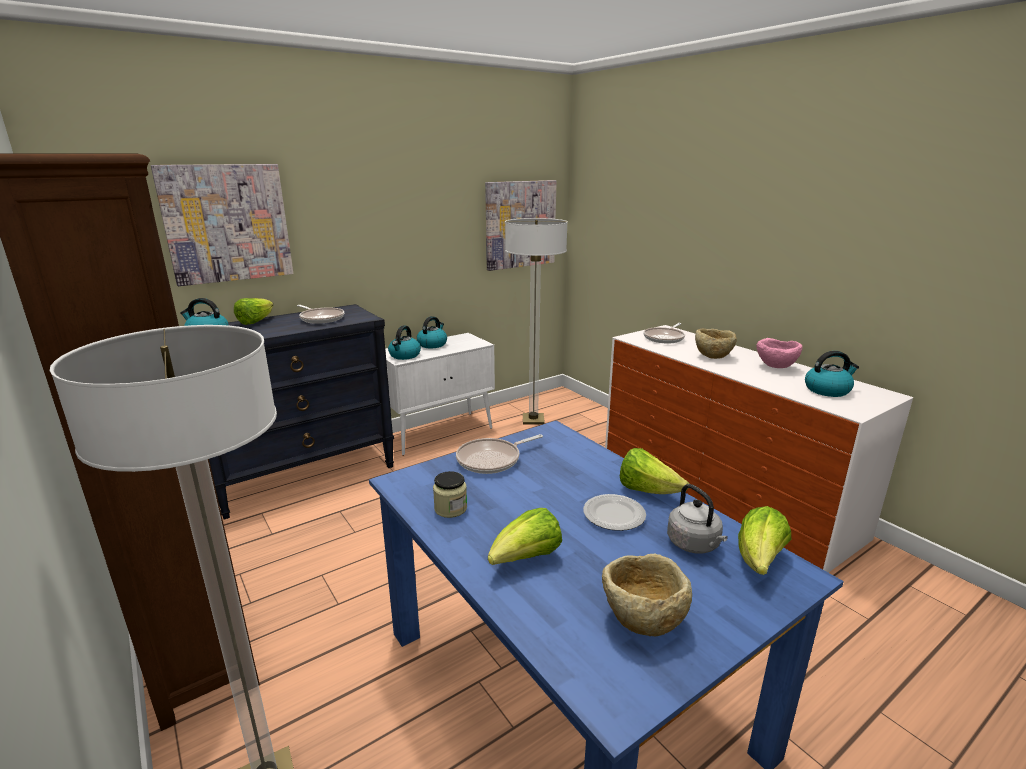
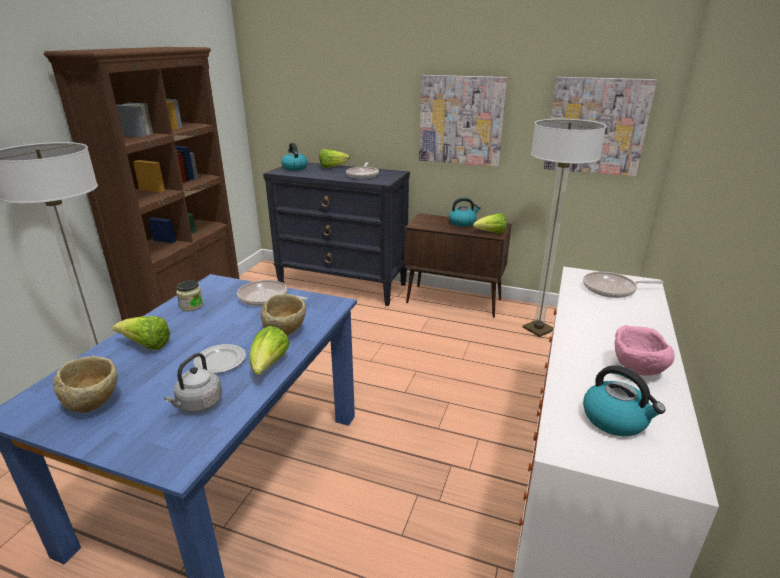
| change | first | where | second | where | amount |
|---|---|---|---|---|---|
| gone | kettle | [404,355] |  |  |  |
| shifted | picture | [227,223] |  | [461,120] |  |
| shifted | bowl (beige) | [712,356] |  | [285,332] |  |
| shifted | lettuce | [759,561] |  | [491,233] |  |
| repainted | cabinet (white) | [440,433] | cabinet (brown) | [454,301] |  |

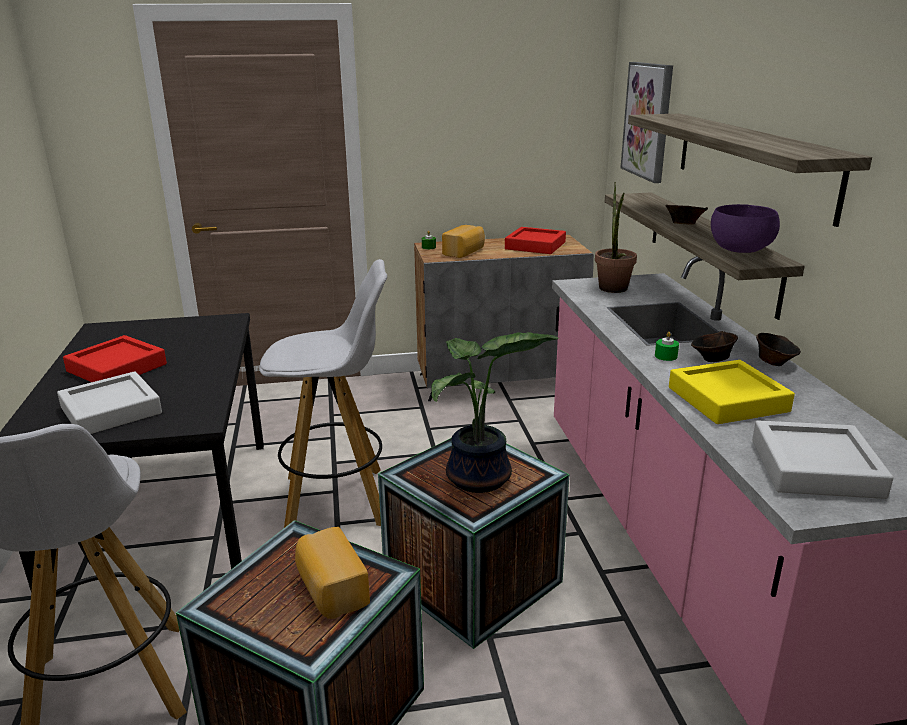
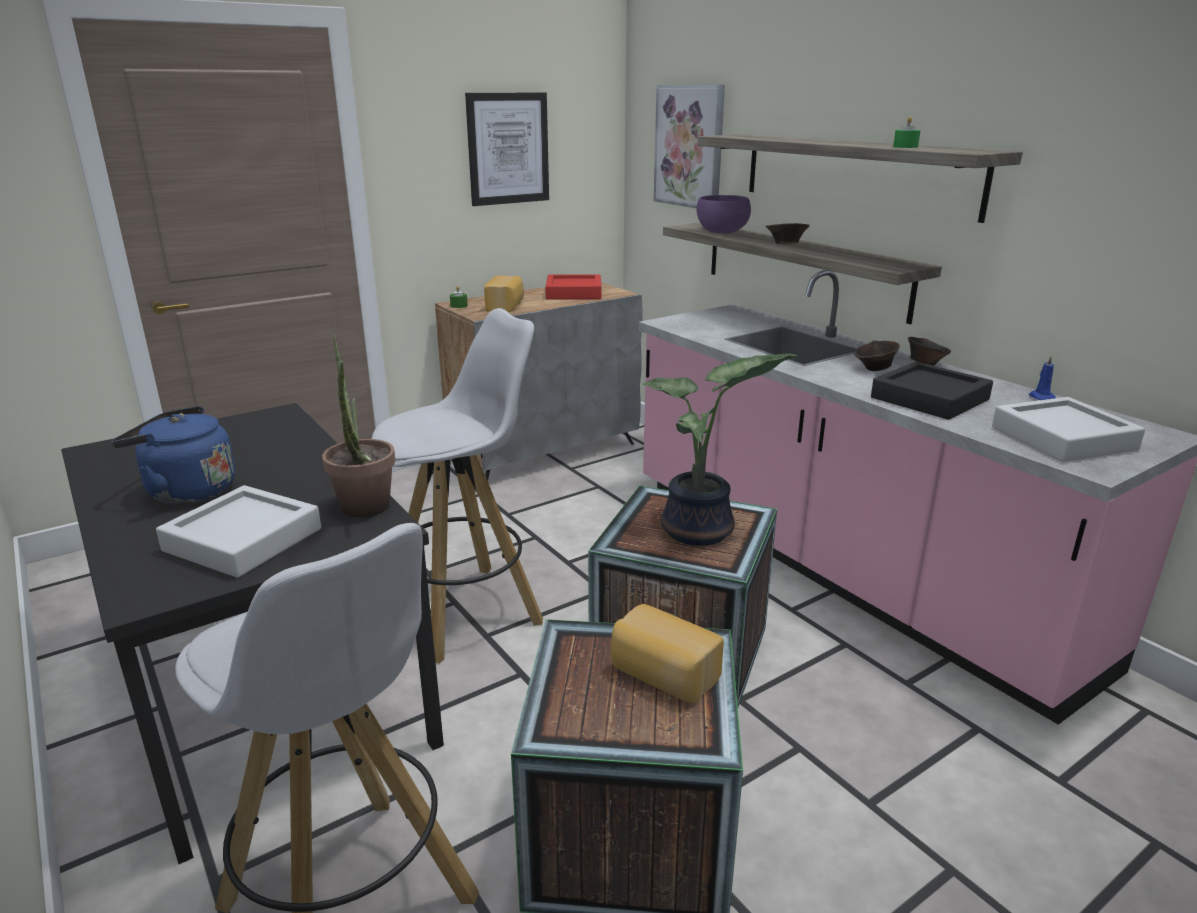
| change | first | where | second | where | amount |
|---|---|---|---|---|---|
| new |  |  | picture | [508,149] |  |
| new |  |  | candle (blue) | [1040,397] |  |
| shifted | potted plant | [613,290] |  | [365,512] |  |
| shifted | candle (green) | [666,356] |  | [905,147] |  |
| shifted | bowl (purple) | [741,249] |  | [722,231] |  |
| swapped | tray (red) | [117,368] | kettle (blue) | [186,491] |  |
| repainted | tray (yellow) | [727,399] | tray (black) | [929,398] |  |

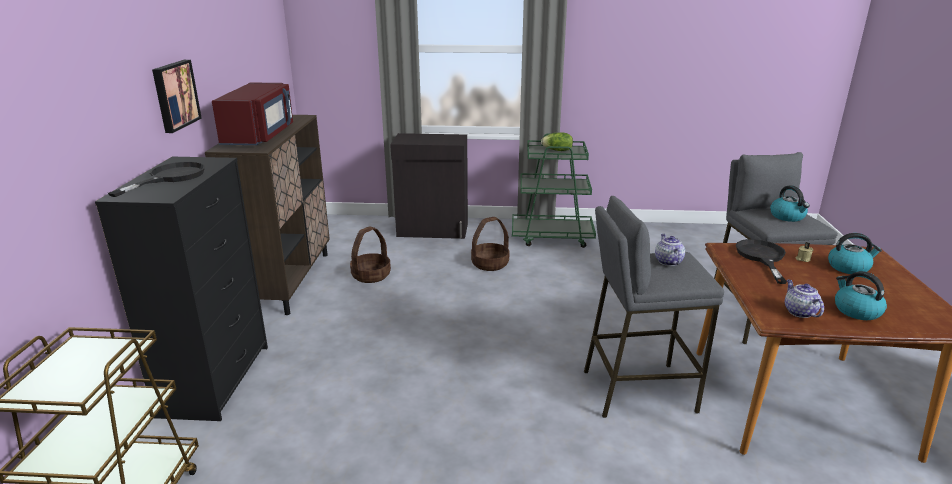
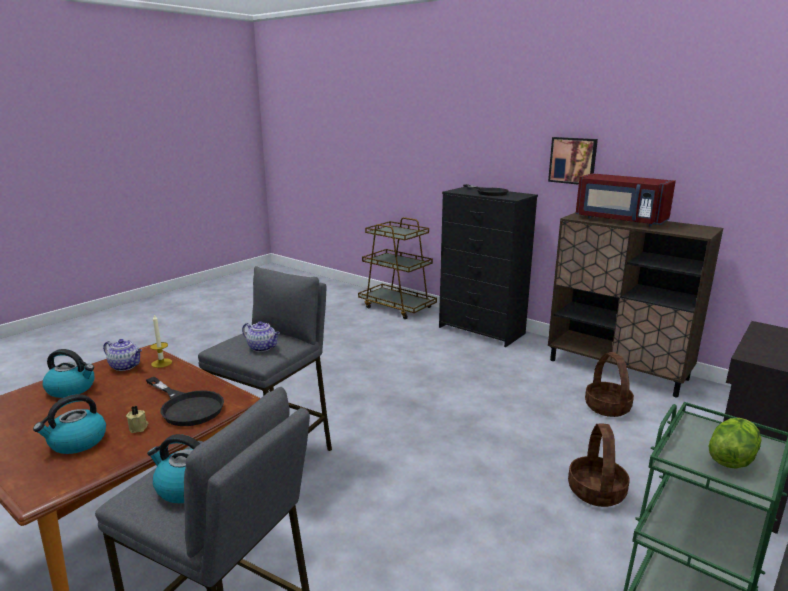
| change | first | where | second | where | amount |
|---|---|---|---|---|---|
| new |  |  | candle | [161,363] |  |

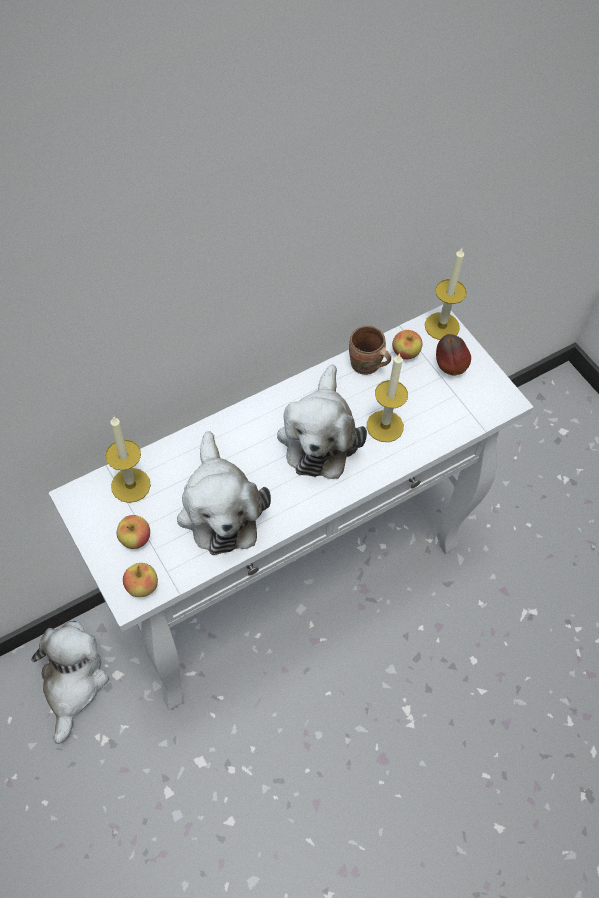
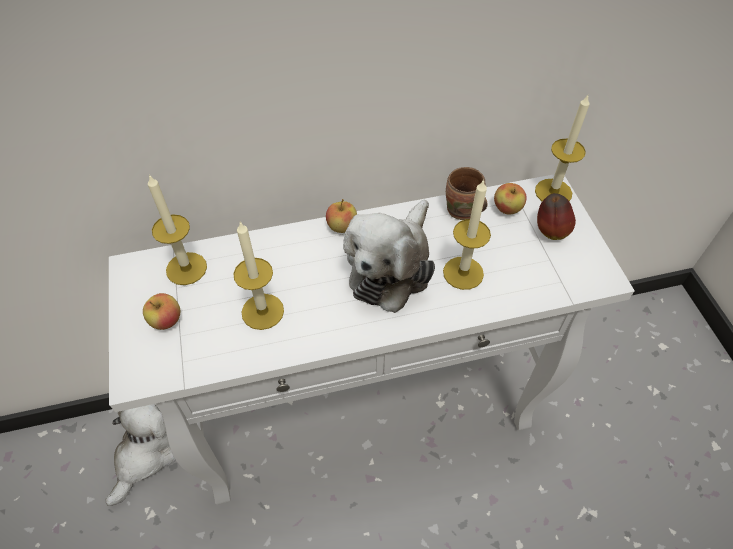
| change | first | where | second | where | amount |
|---|---|---|---|---|---|
| shifted | apple | [142,586] |  | [342,227] |  |
| swapped | plush toy | [220,507] | candle | [262,311] |  |

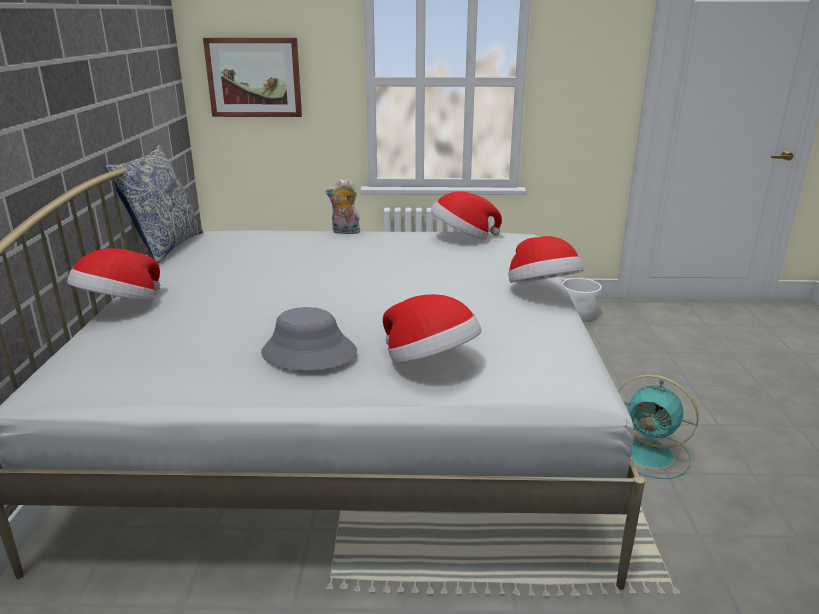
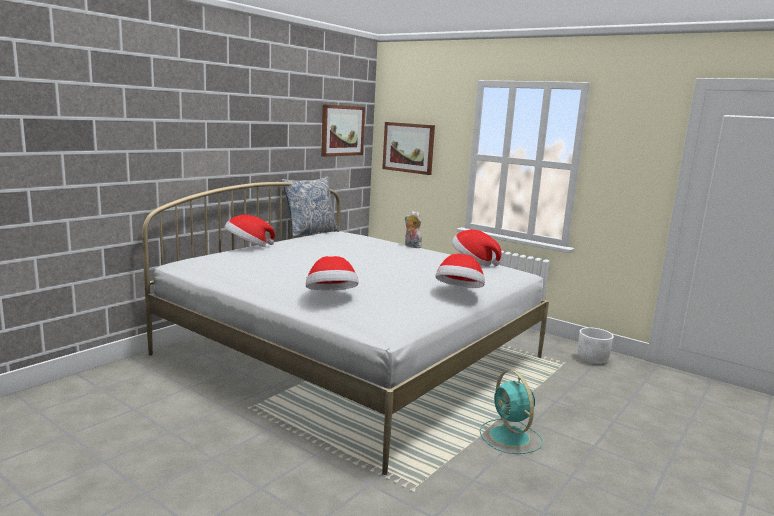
| change | first | where | second | where | amount |
|---|---|---|---|---|---|
| gone | hat (grey) | [308,353] |  |  |  |
| new |  |  | picture | [342,130] |  |

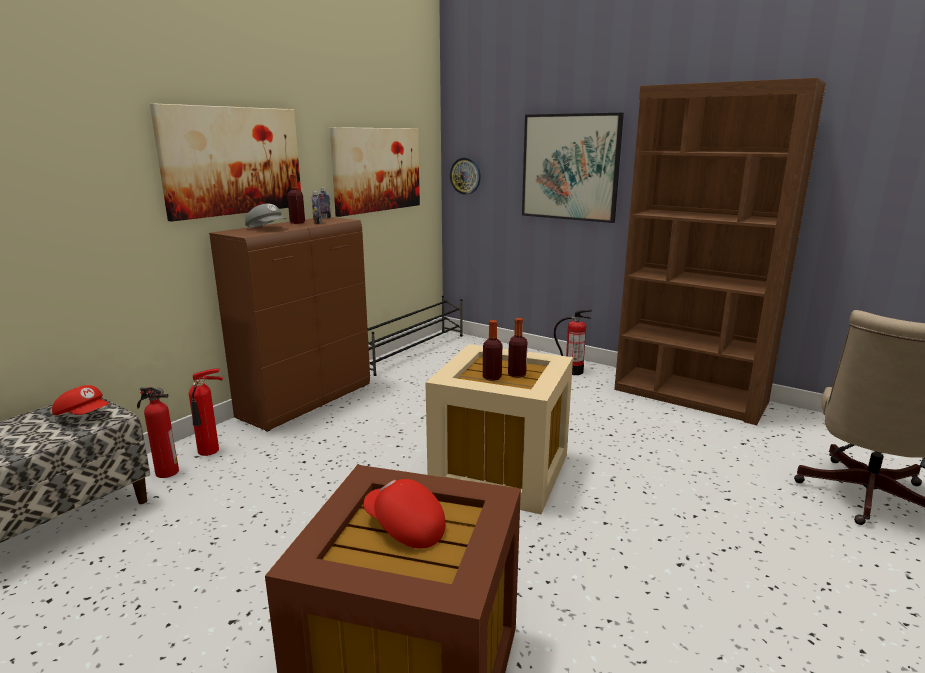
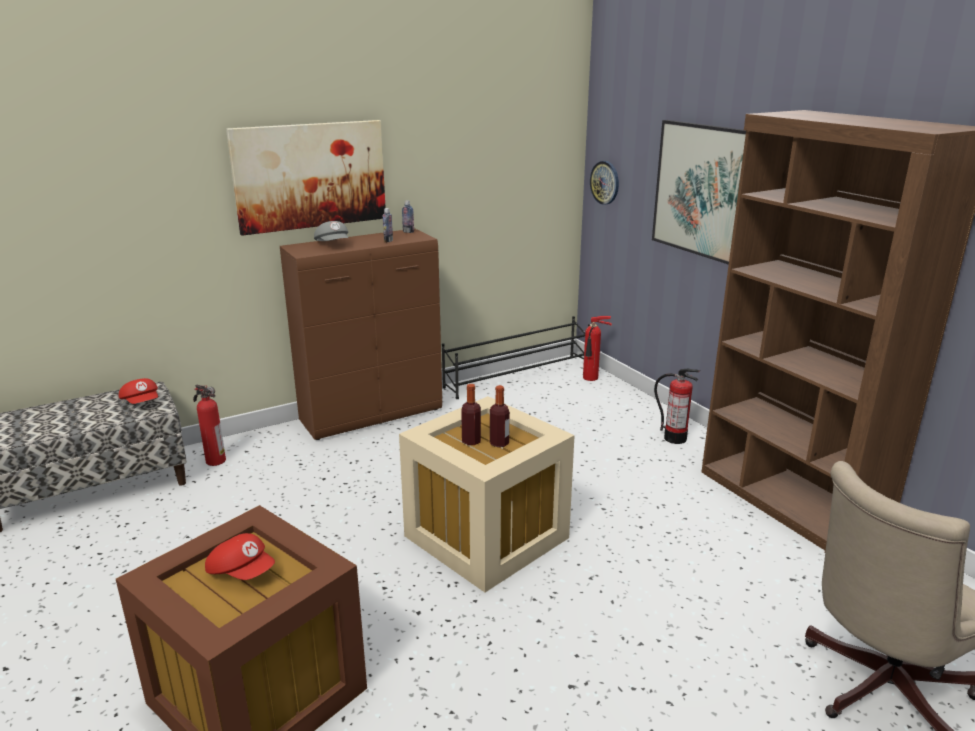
| change | first | where | second | where | amount |
|---|---|---|---|---|---|
| gone | bottle | [297,222] |  |  |  |
| gone | picture | [377,169] |  |  |  |
| shifted | fire extinguisher | [210,451] |  | [591,378] |  |
| rotated | cap (red) | [404,528] |  | [242,571] | 150 degrees clockwise |

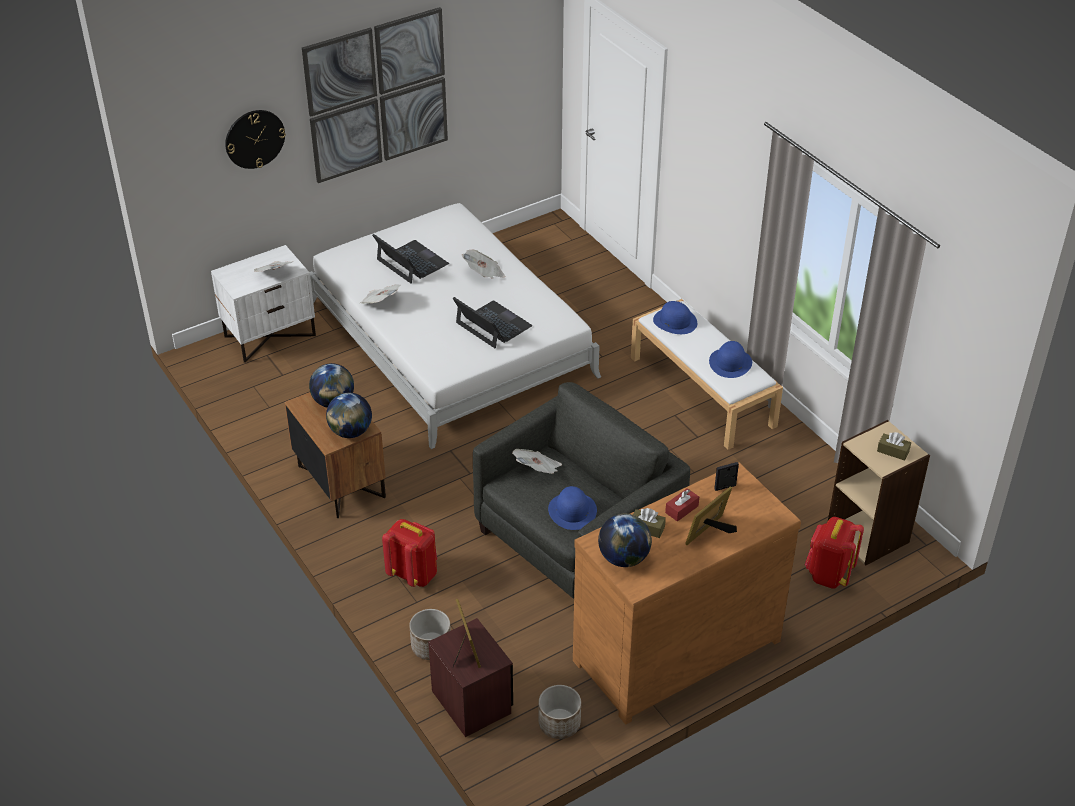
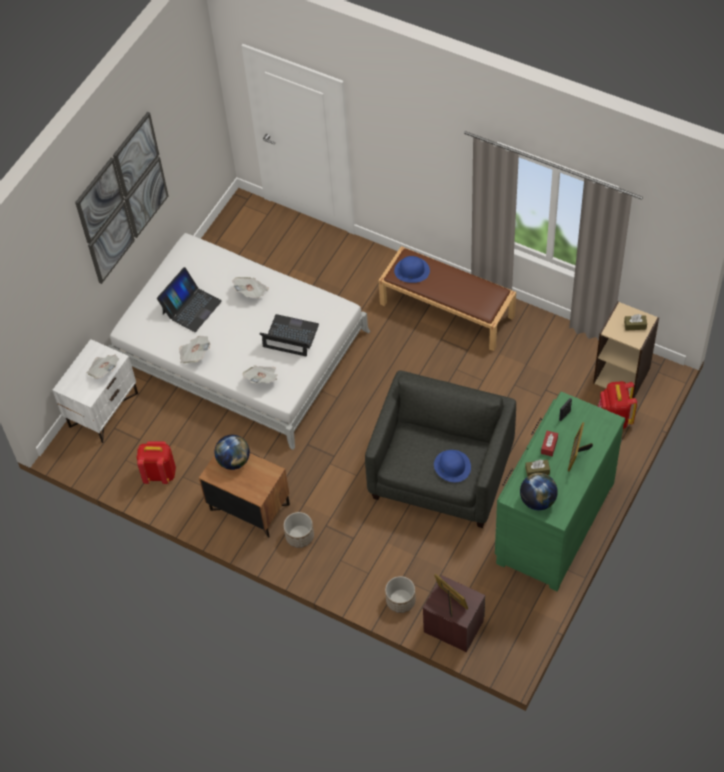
| change | first | where | second | where | amount |
|---|---|---|---|---|---|
| gone | wall clock | [254,139] |  |  |  |
| gone | globe | [350,432] |  |  |  |
| gone | hat (blue) | [730,363] |  |  |  |
| shifted | backpack (red) | [414,574] |  | [159,474] |  |
| shifted | newspaper | [538,470] |  | [262,379] |  |
| shifted | planter | [559,724] |  | [299,536] |  |
| repainted | dresser (brown) | [673,648] | dresser (green) | [552,522] |  |
| repainted | bench (white) | [703,392] | bench (brown) | [448,310] |  |
| rotated | laptop | [411,262] |  | [191,307] | 105 degrees clockwise |

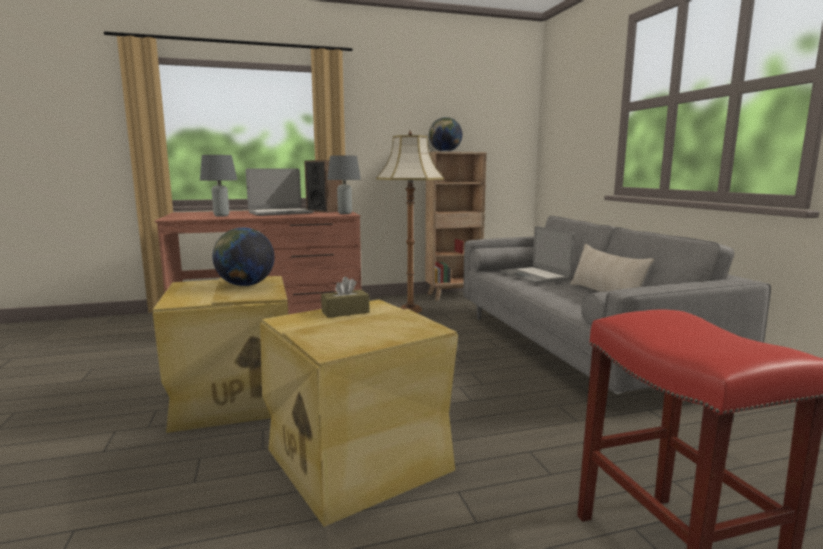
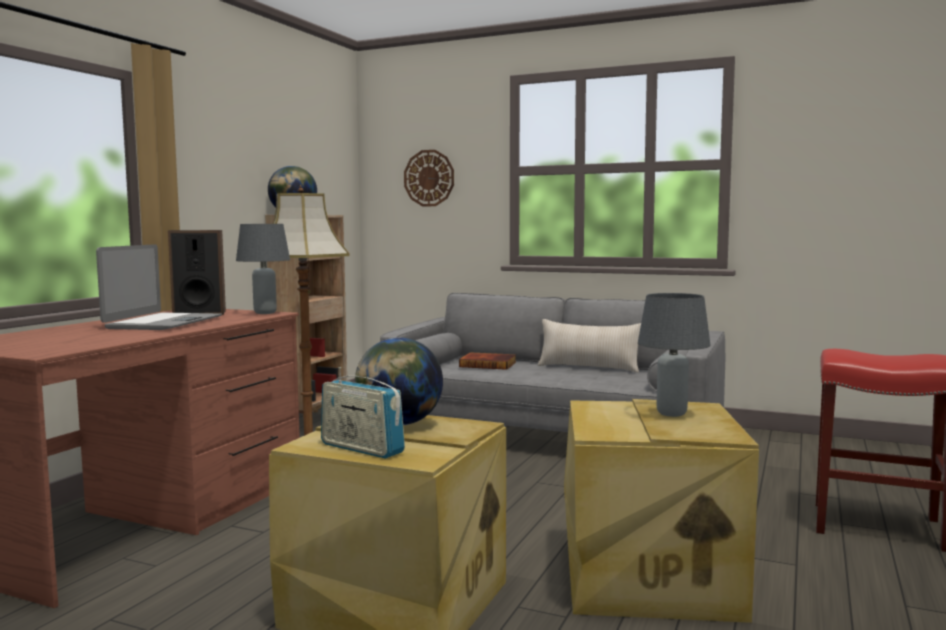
| change | first | where | second | where | amount |
|---|---|---|---|---|---|
| gone | tissue box (brown) | [345,312] |  |  |  |
| new |  |  | radio | [361,448] |  |
| new |  |  | wall clock | [429,178] |  |
| shifted | table lamp (grey) | [222,216] |  | [672,413] |  |
| swapped | laptop | [534,276] | book | [488,364] |  |

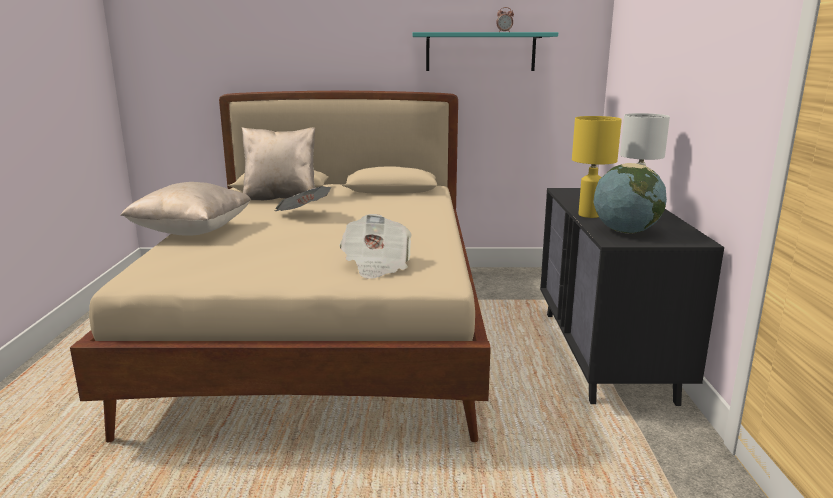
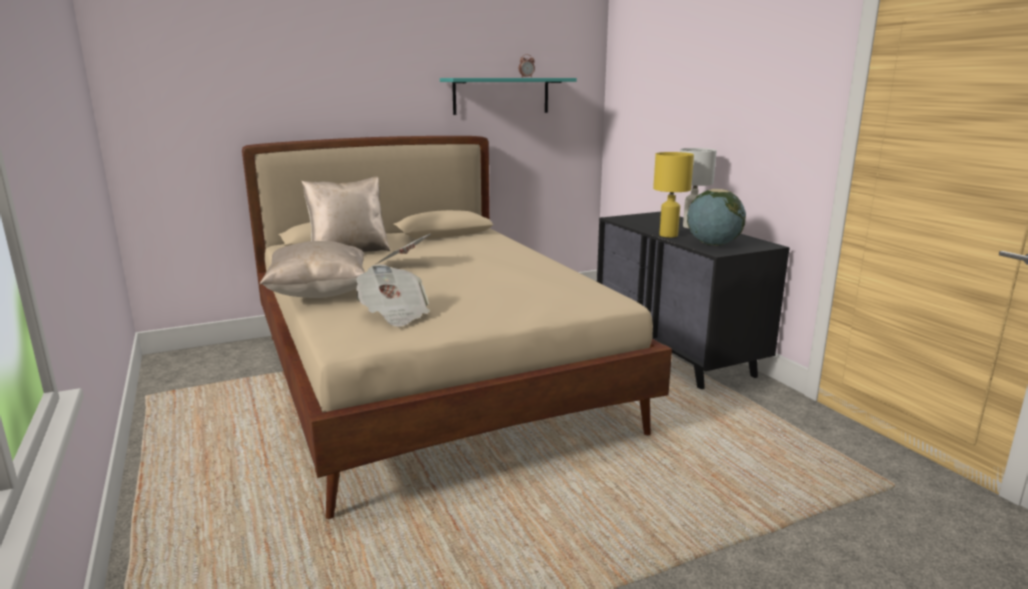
| change | first | where | second | where | amount |
|---|---|---|---|---|---|
| shifted | newspaper | [376,265] |  | [394,314] |  |

